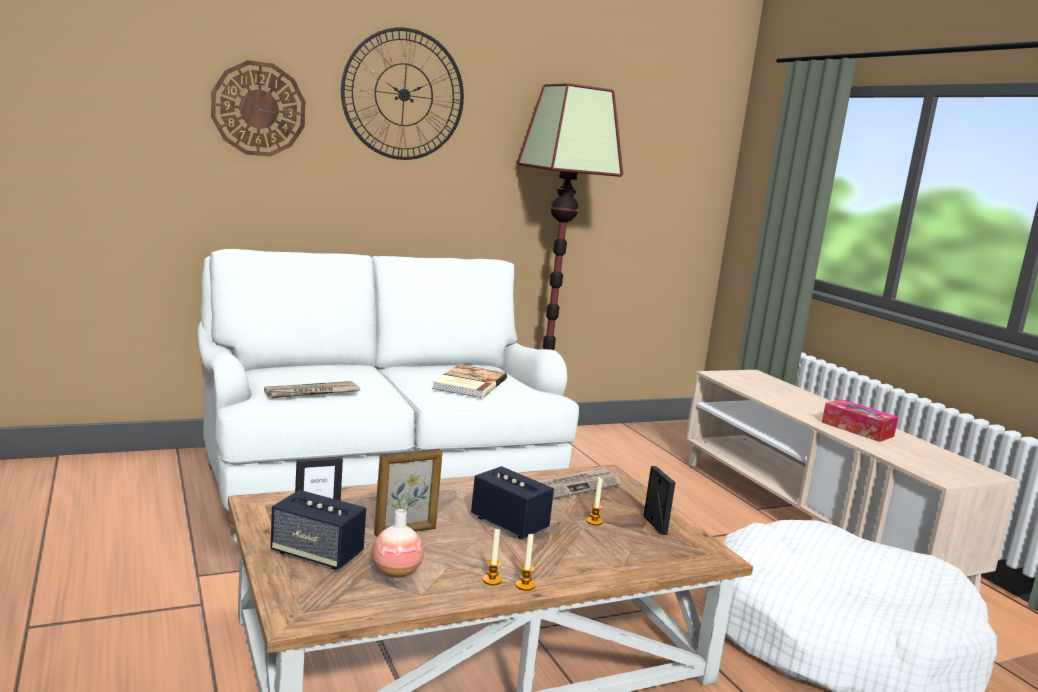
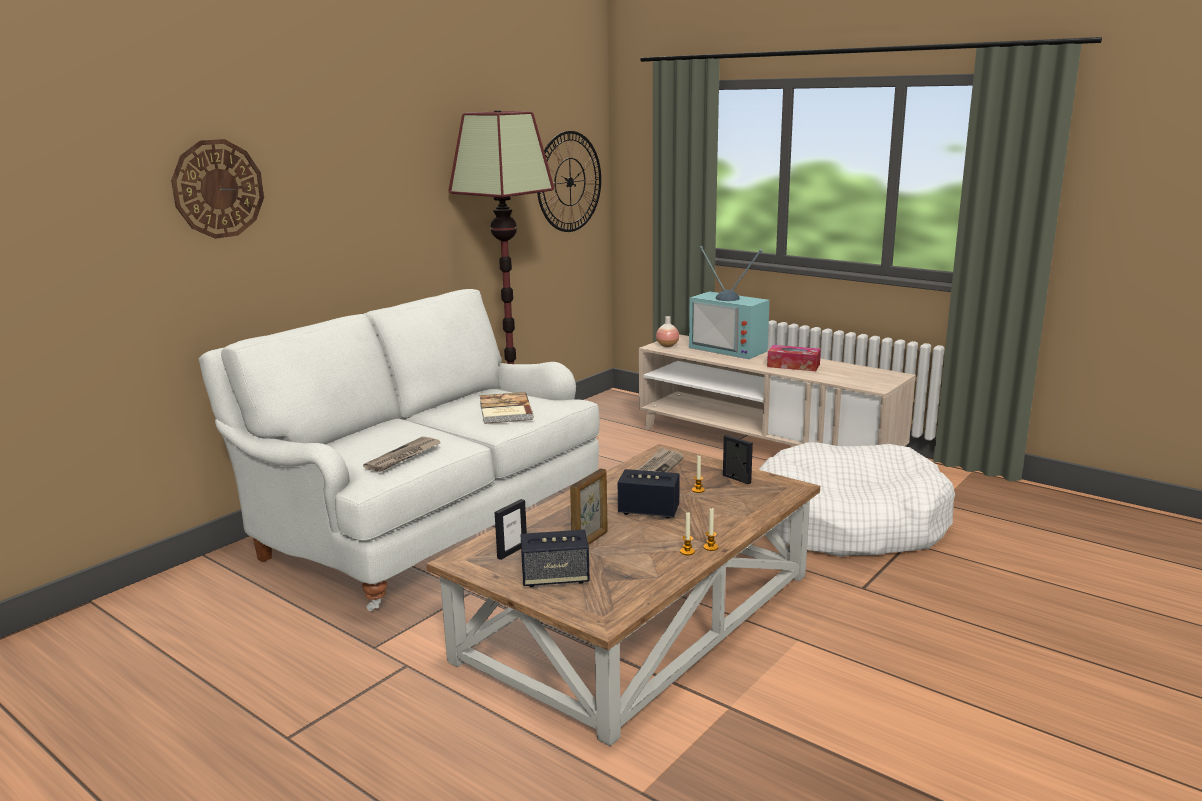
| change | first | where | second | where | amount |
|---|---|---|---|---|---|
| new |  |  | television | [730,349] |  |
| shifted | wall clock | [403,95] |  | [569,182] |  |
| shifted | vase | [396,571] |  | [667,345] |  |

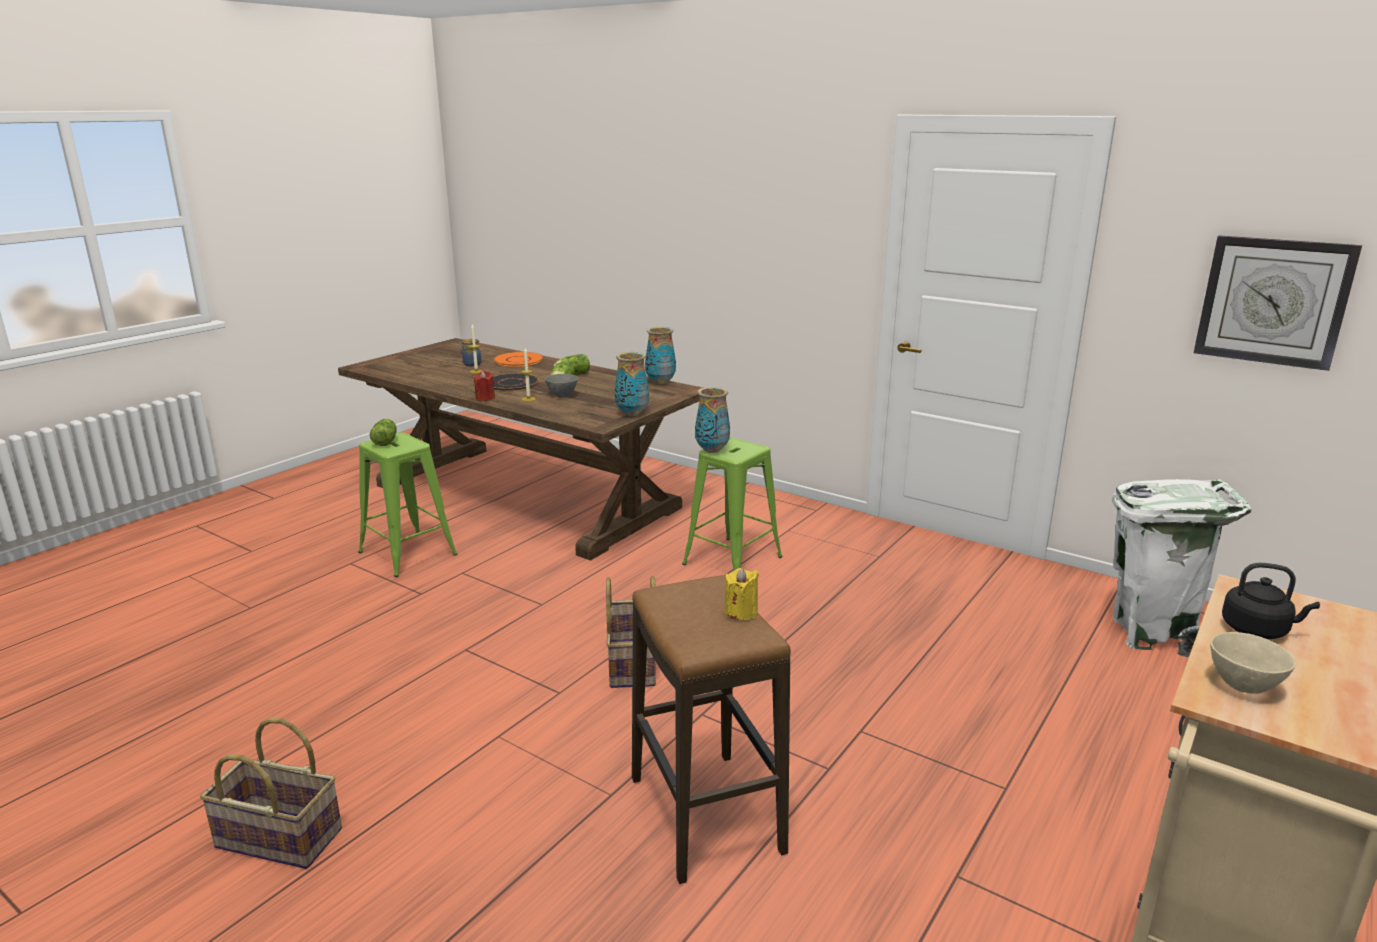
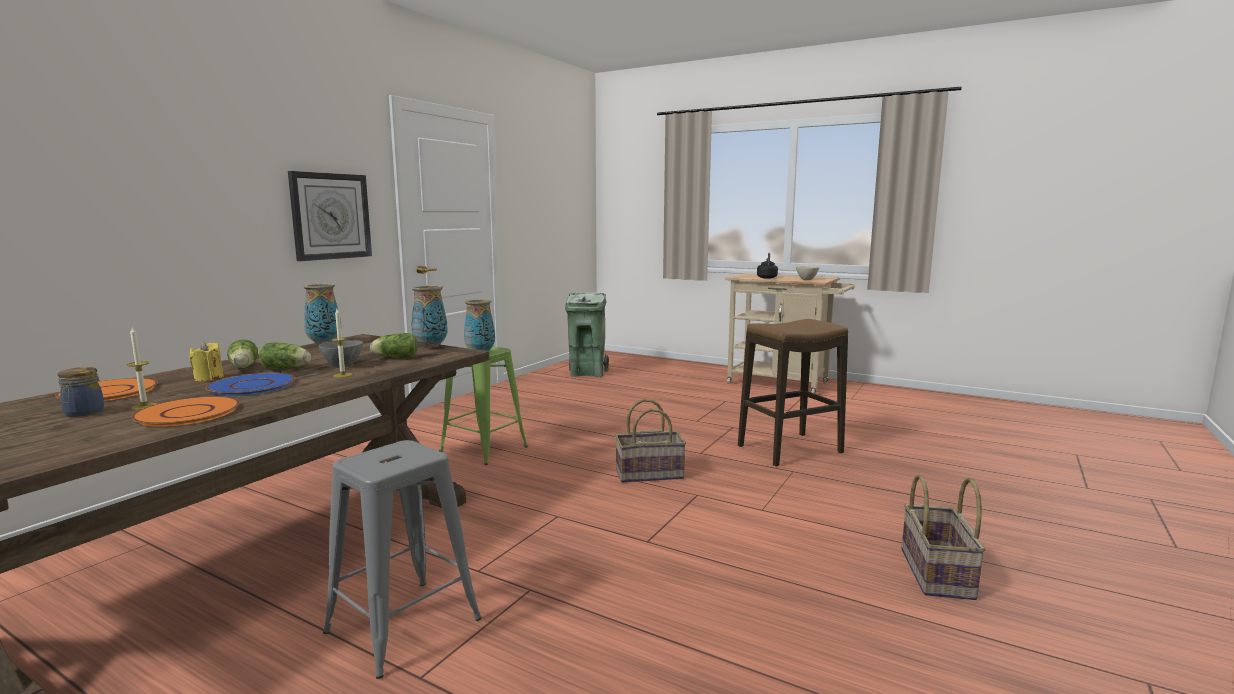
| change | first | where | second | where | amount |
|---|---|---|---|---|---|
| gone | candle (red) | [485,398] |  |  |  |
| new |  |  | plate (orange) | [187,413] |  |
| shifted | lettuce | [386,441] |  | [394,357] |  |
| shifted | candle (yellow) | [741,612] |  | [208,378] |  |
| shifted | wall clock | [1273,301] |  | [330,216] |  |
| repainted | stool (green) | [408,554] | stool (grey) | [405,625] |  |
| repainted | plate (black) | [512,383] | plate (blue) | [252,385] |  |
| repainted | trash can (white) | [1151,633] | trash can (green) | [587,373] |  |

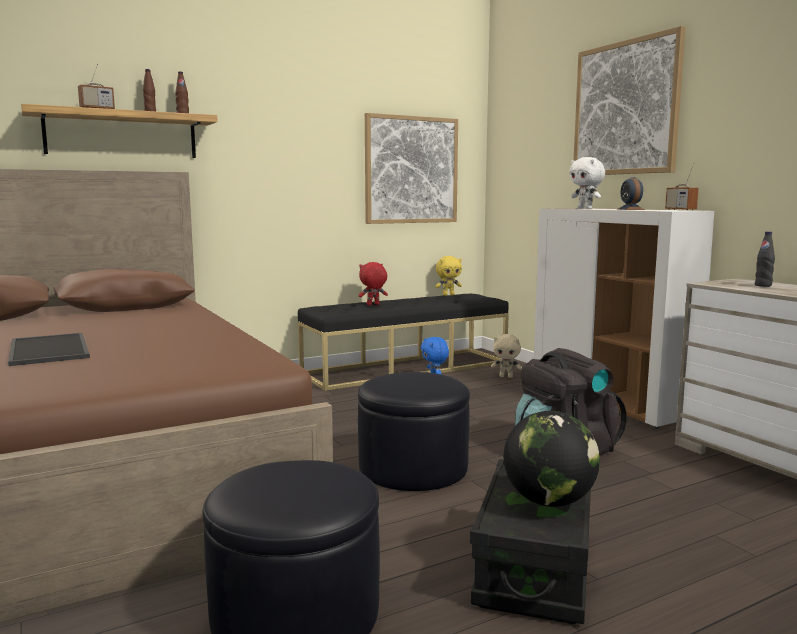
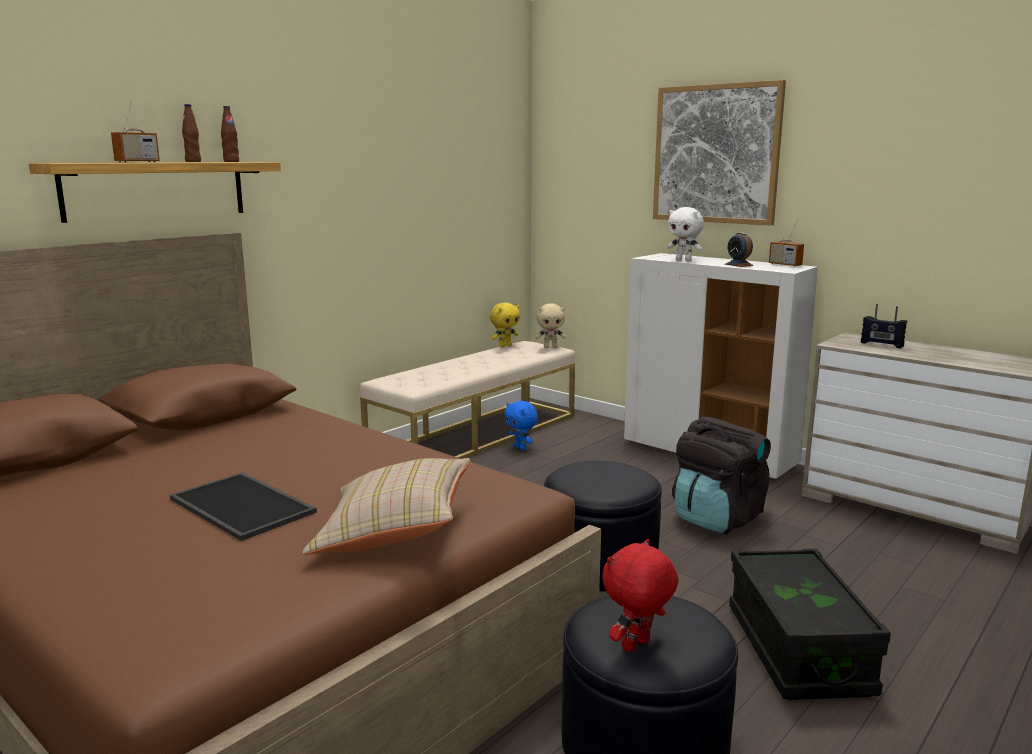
| change | first | where | second | where | amount |
|---|---|---|---|---|---|
| gone | picture | [411,170] |  |  |  |
| gone | globe | [549,501] |  |  |  |
| new |  |  | pillow (beige) | [394,532] |  |
| shifted | plush toy (red) | [373,305] |  | [637,646] |  |
| shifted | plush toy (beige) | [506,376] |  | [550,347] |  |
| swapped | bottle (black) | [763,285] | radio | [881,344] |  |
| repainted | bench (black) | [406,368] | bench (beige) | [476,435] |  |

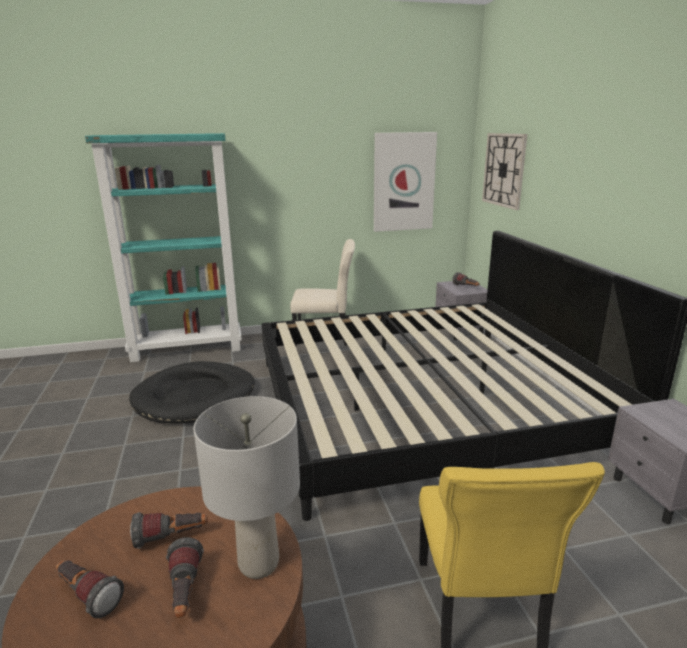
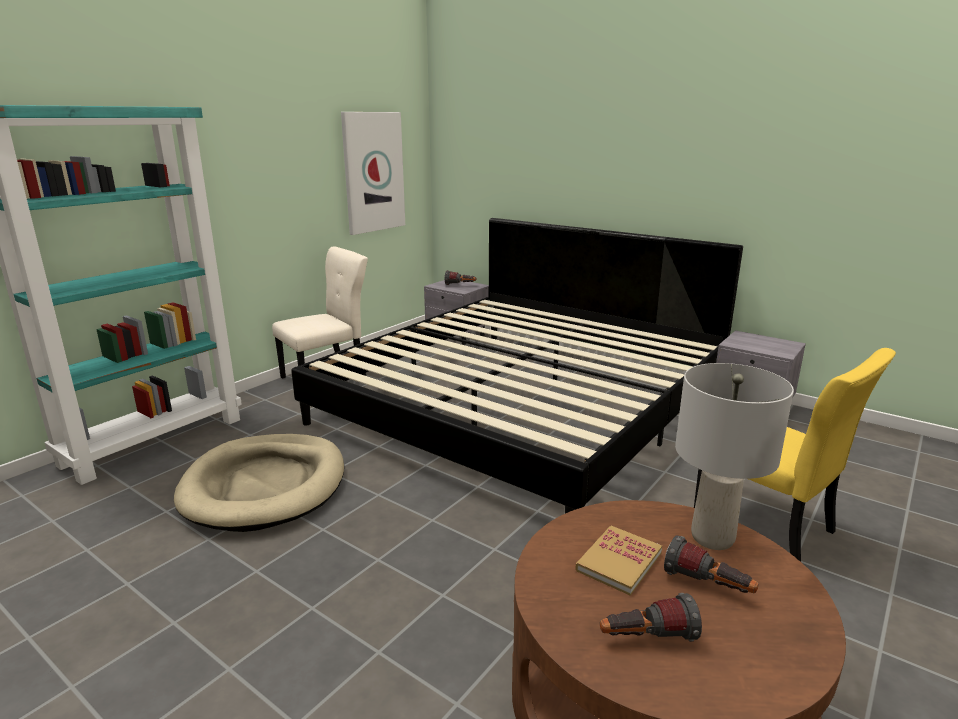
| change | first | where | second | where | amount |
|---|---|---|---|---|---|
| gone | wall clock | [504,170] |  |  |  |
| swapped | flashlight | [171,538] | book | [619,562] |  |
| repainted | dog bed (black) | [195,397] | dog bed (beige) | [265,486] |  |

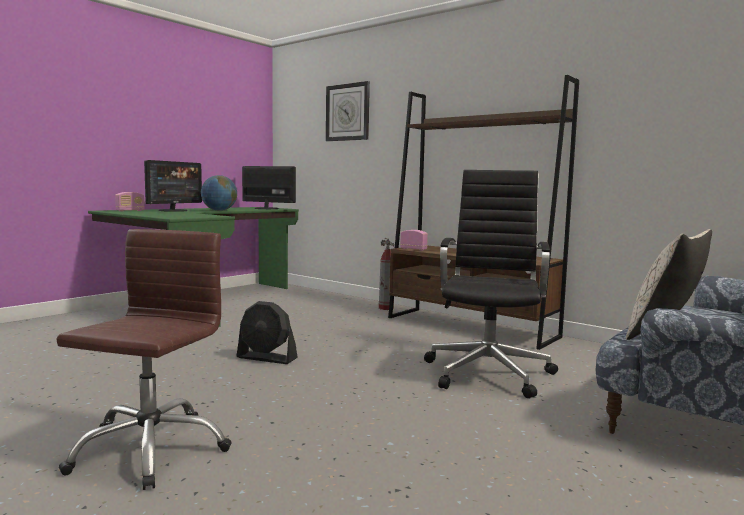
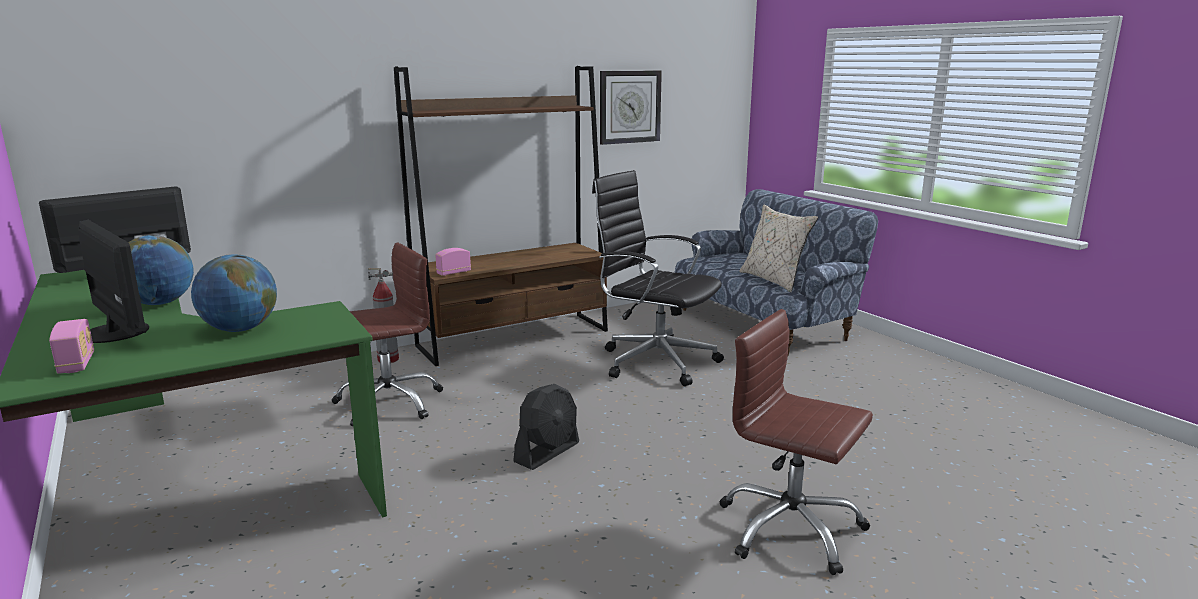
| change | first | where | second | where | amount |
|---|---|---|---|---|---|
| new |  |  | globe | [240,329] |  |
| new |  |  | office chair (brown) | [389,403] |  |
| shifted | wall clock | [348,112] |  | [629,107] |  |

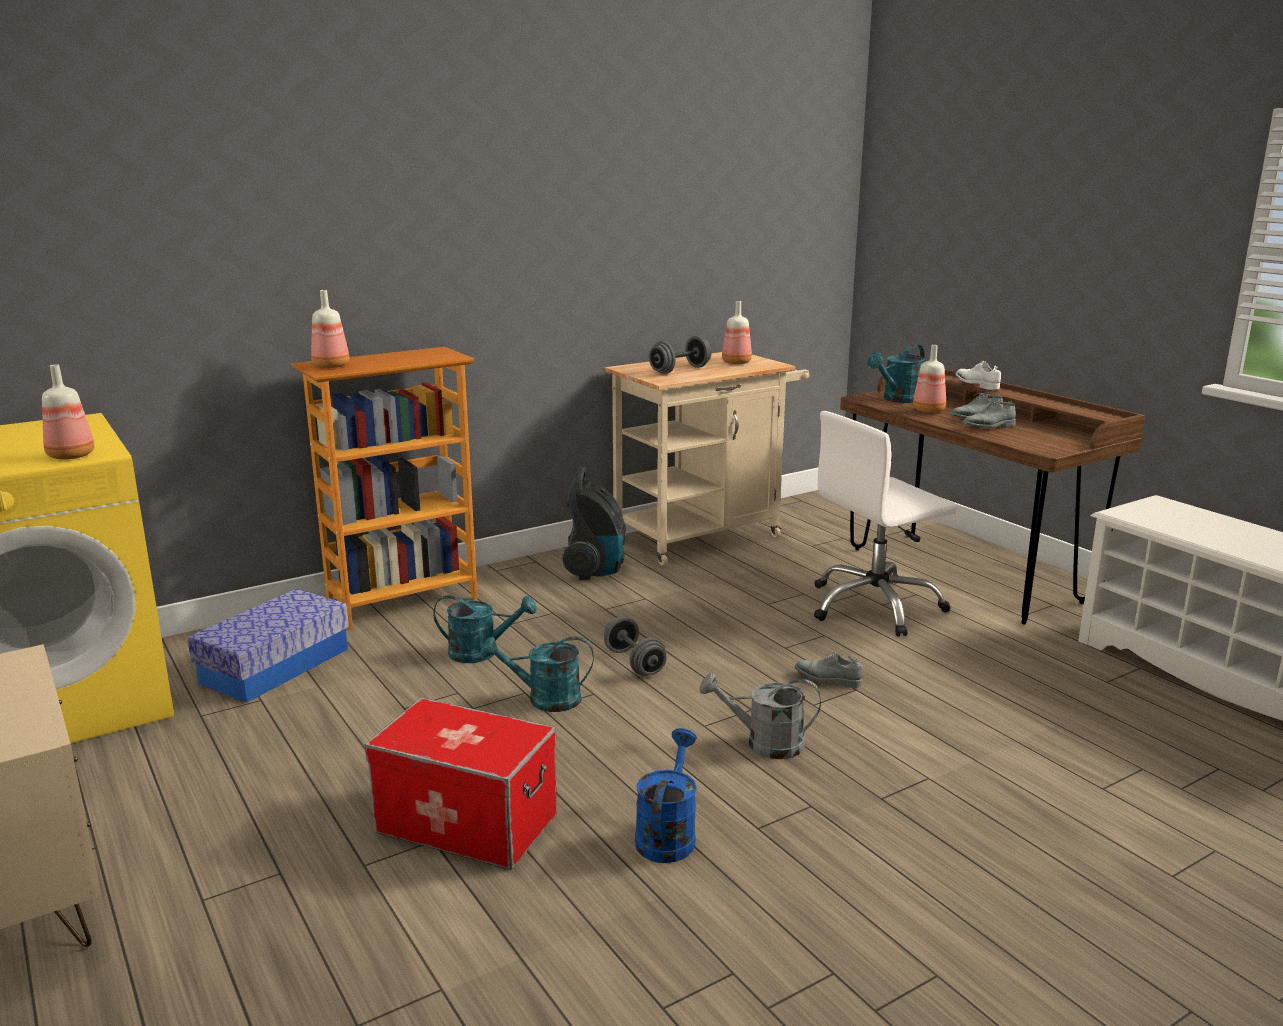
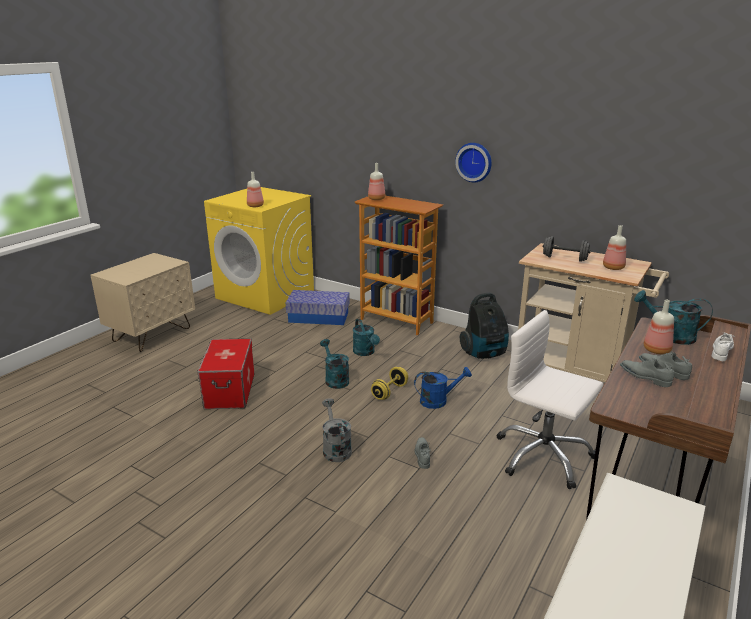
| change | first | where | second | where | amount |
|---|---|---|---|---|---|
| new |  |  | wall clock | [474,162] |  |
| shifted | watering can (blue) | [667,834] |  | [438,400] |  |
| repainted | dumbbell (grey) | [634,662] | dumbbell (yellow) | [389,392] |  |

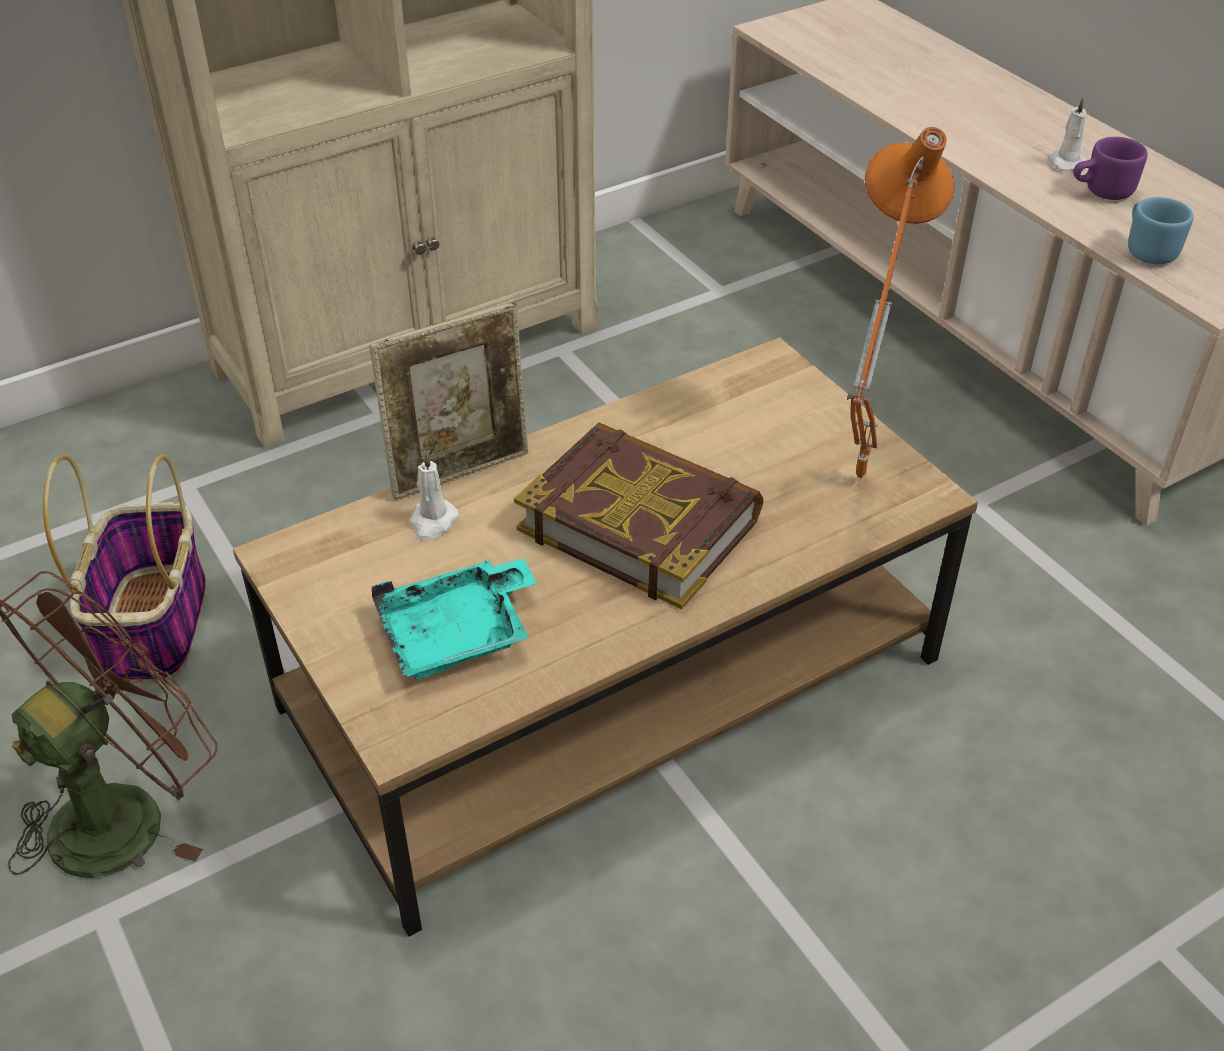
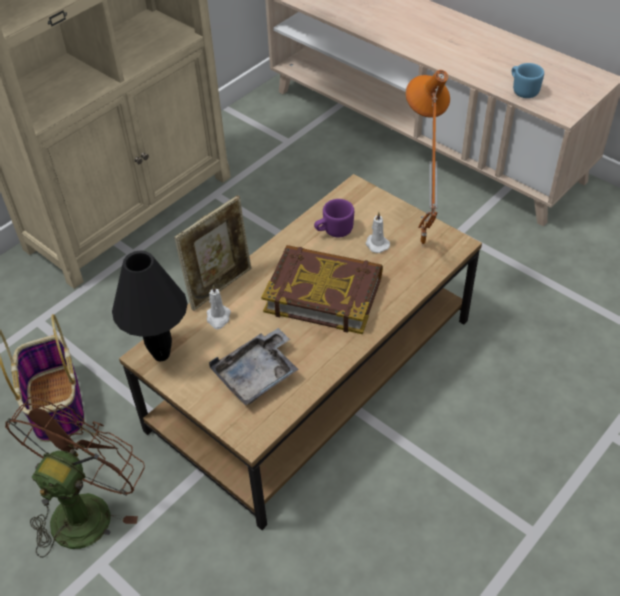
| change | first | where | second | where | amount |
|---|---|---|---|---|---|
| new |  |  | table lamp (black) | [160,354] |  |
| shifted | candle (white) | [1065,162] |  | [376,244] |  |
| shifted | mug (purple) | [1100,192] |  | [333,231] |  |
| repainted | tray (turquoise) | [458,634] | tray (grey) | [257,375] |  |

